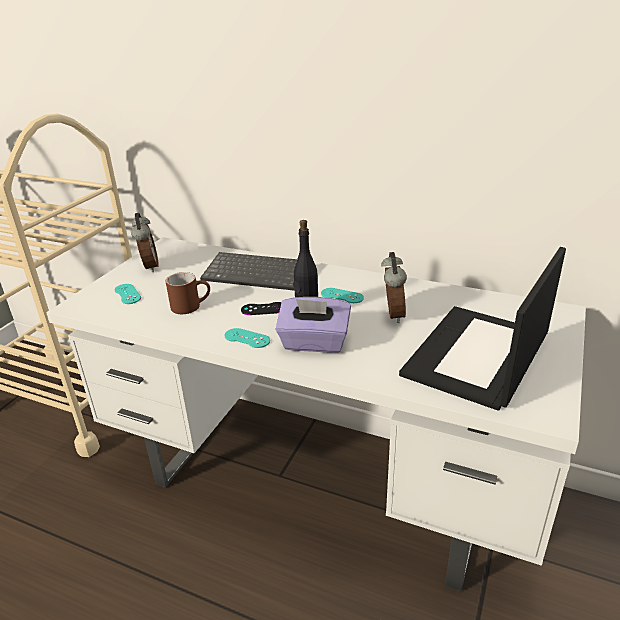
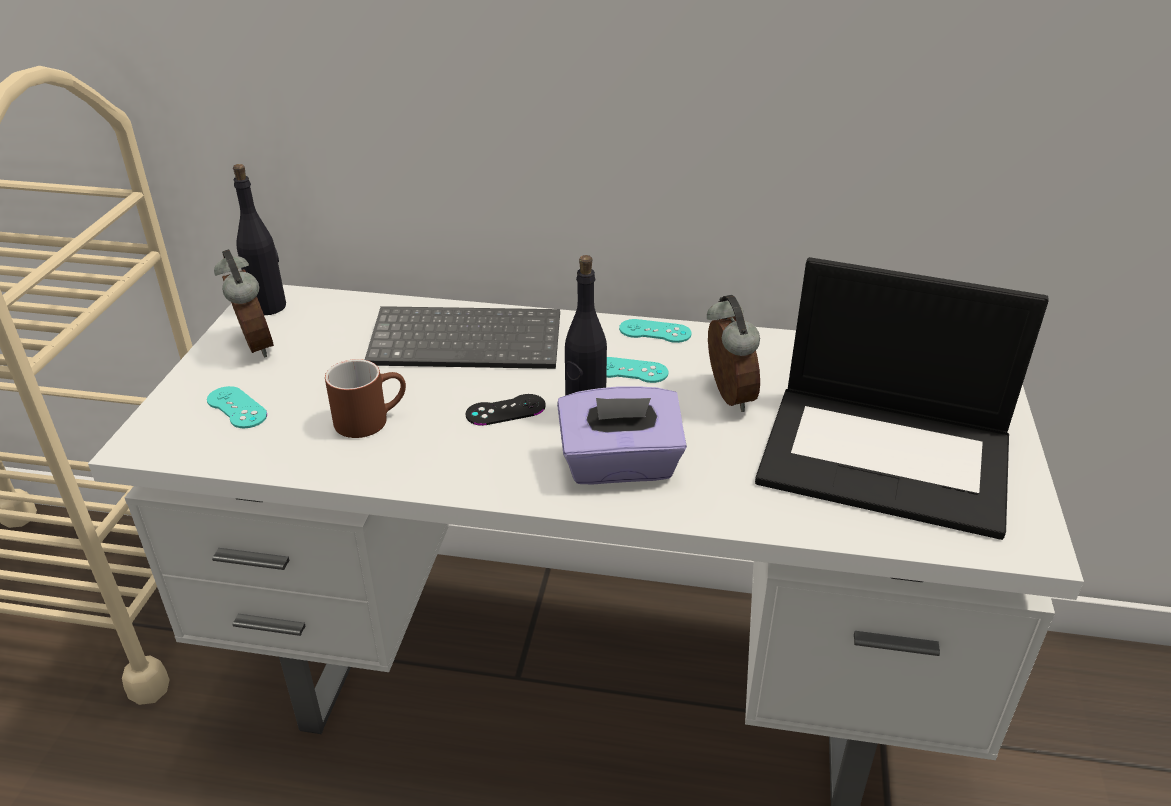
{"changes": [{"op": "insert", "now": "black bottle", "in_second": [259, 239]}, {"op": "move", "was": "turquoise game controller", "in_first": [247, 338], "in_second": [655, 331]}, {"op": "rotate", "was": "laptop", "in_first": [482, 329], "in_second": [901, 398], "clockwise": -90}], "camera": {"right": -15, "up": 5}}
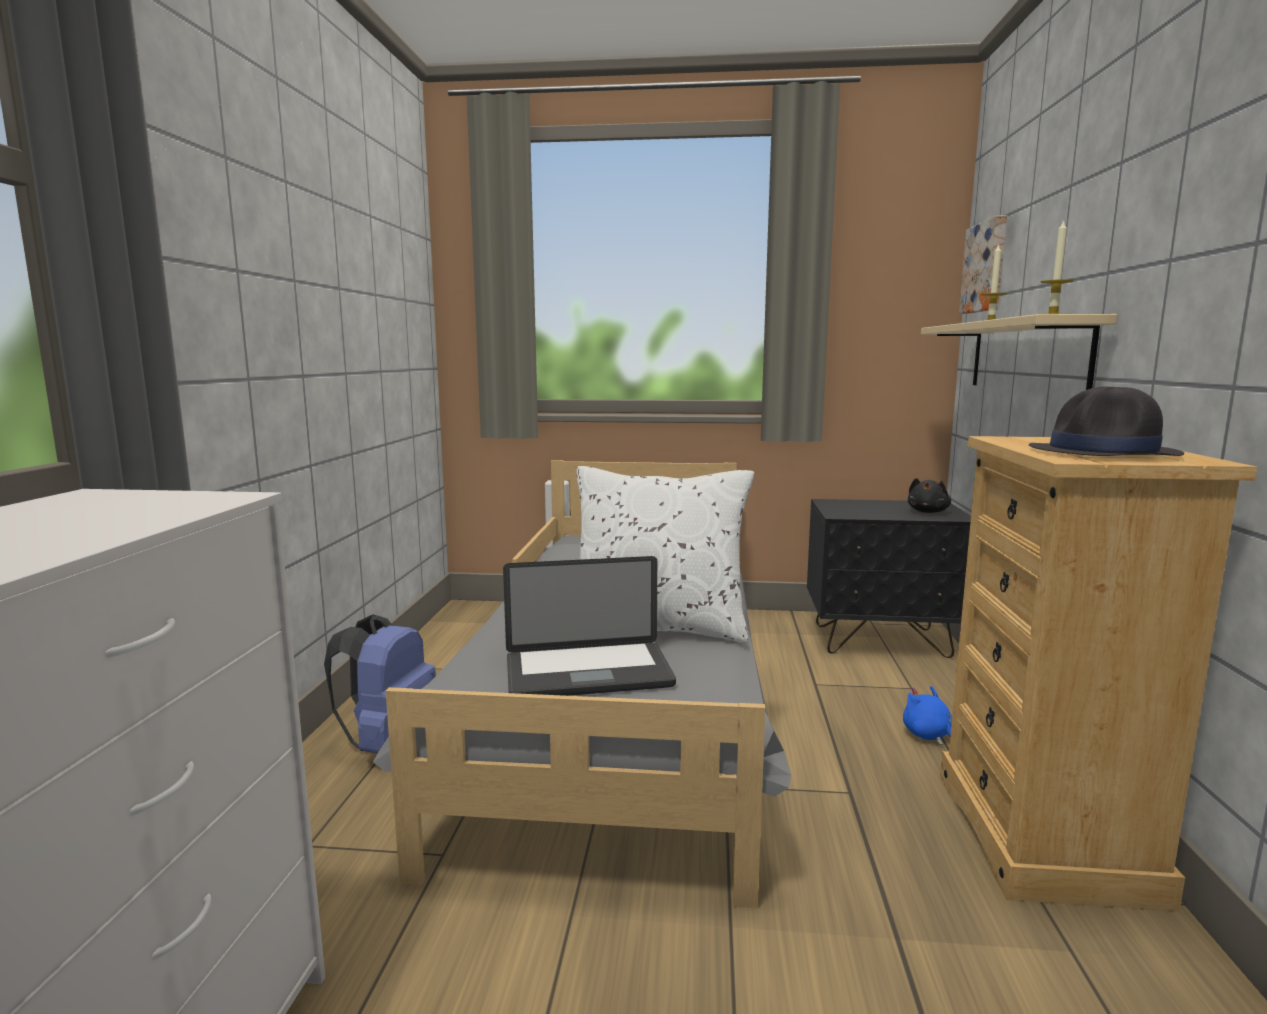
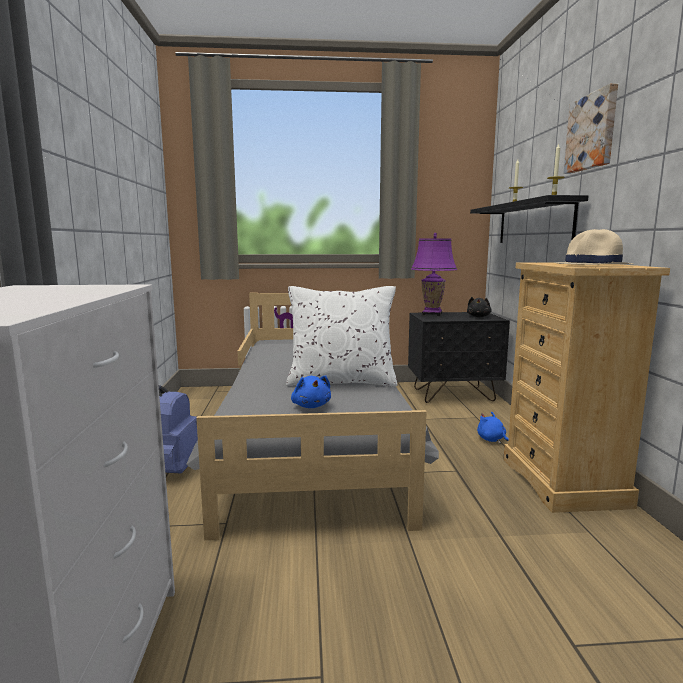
{"changes": [{"op": "replace", "was": "laptop", "now": "blue plush toy", "in_first": [589, 626], "in_second": [311, 392]}, {"op": "insert", "now": "purple table lamp", "in_second": [434, 274]}, {"op": "recolor", "was": "beige shelf", "now": "black shelf", "in_first": [1019, 352], "in_second": [529, 219]}, {"op": "recolor", "was": "black hat", "now": "beige hat", "in_first": [1106, 421], "in_second": [594, 247]}, {"op": "move", "was": "picture", "in_first": [983, 264], "in_second": [591, 128]}], "camera": {"right": -10, "up": 0}}
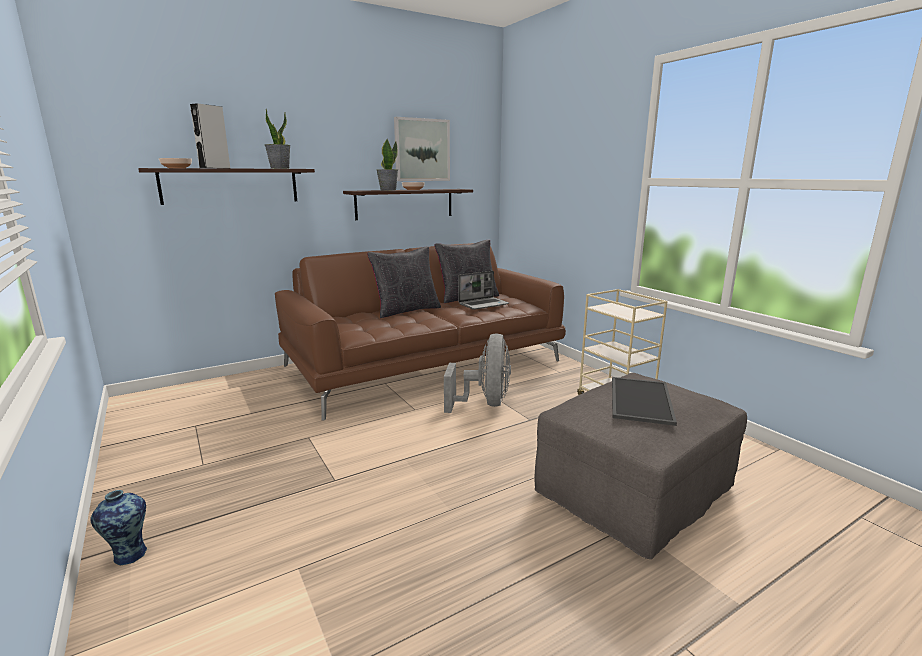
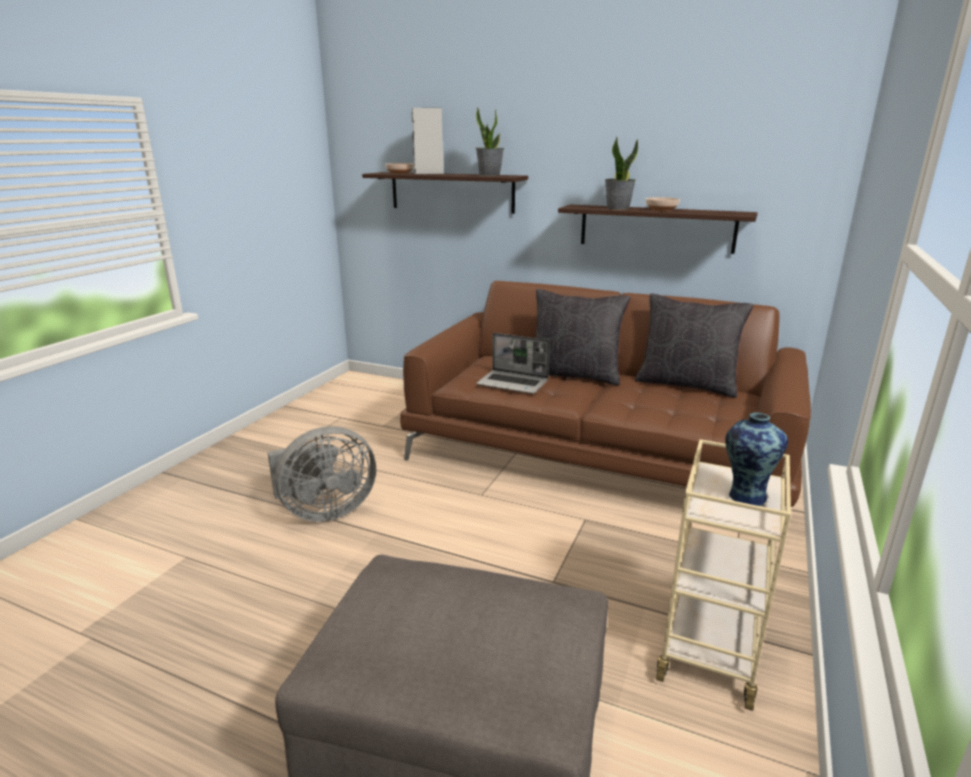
{"changes": [{"op": "move", "was": "grey fan", "in_first": [477, 373], "in_second": [321, 474]}, {"op": "move", "was": "laptop", "in_first": [483, 290], "in_second": [513, 363]}, {"op": "move", "was": "vase", "in_first": [119, 527], "in_second": [756, 459]}, {"op": "delete", "was": "picture", "in_first": [422, 149]}, {"op": "delete", "was": "tray", "in_first": [644, 401]}], "camera": {"right": 55, "up": 5}}
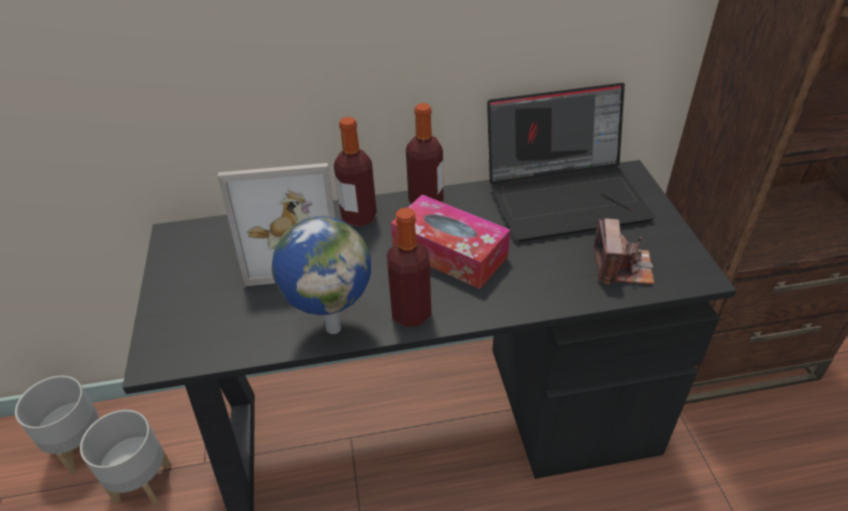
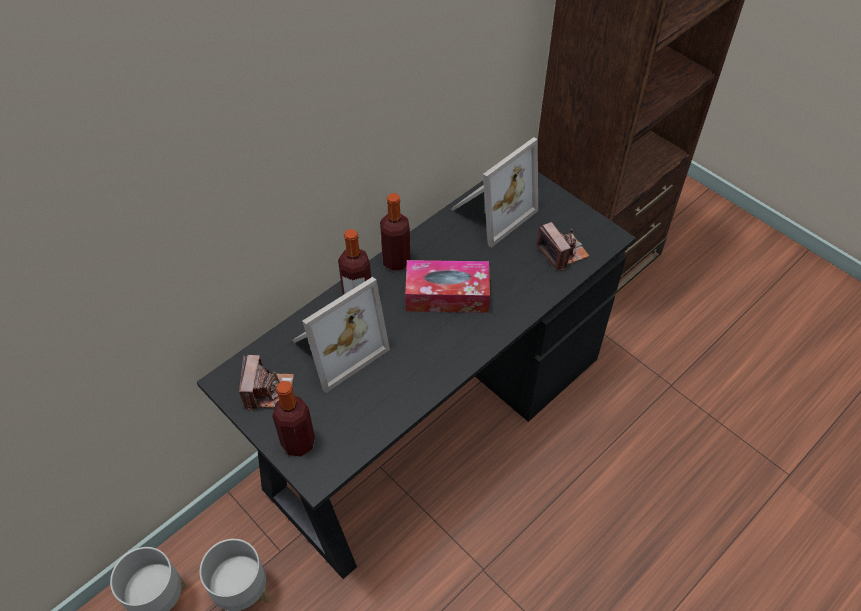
{"changes": [{"op": "insert", "now": "photo camera", "in_second": [266, 383]}, {"op": "move", "was": "bottle", "in_first": [409, 267], "in_second": [293, 419]}, {"op": "replace", "was": "laptop", "now": "picture frame", "in_first": [571, 162], "in_second": [494, 192]}, {"op": "delete", "was": "globe", "in_first": [321, 275]}], "camera": {"right": -35, "up": 10}}
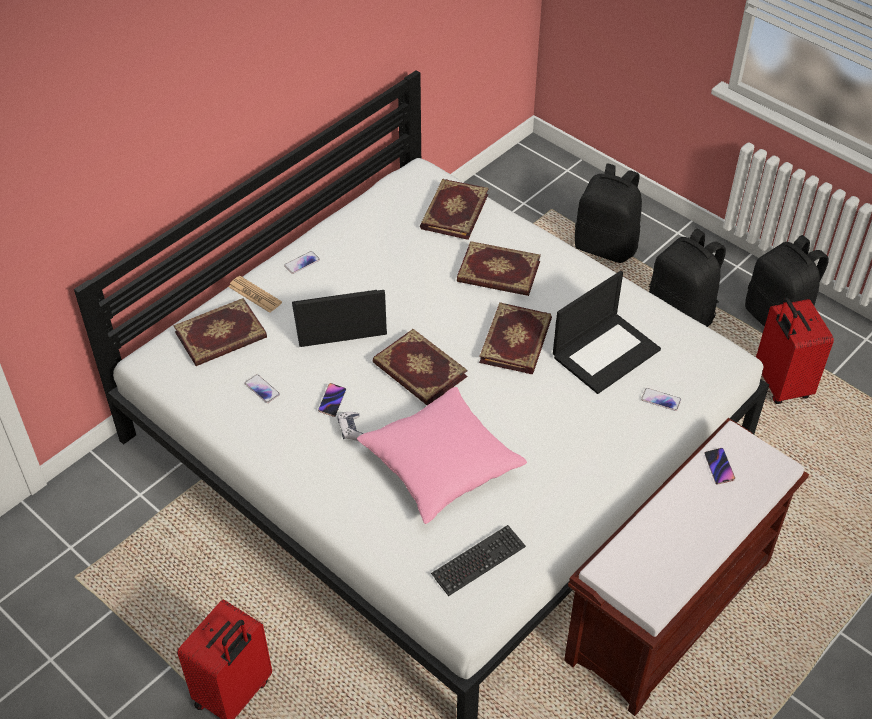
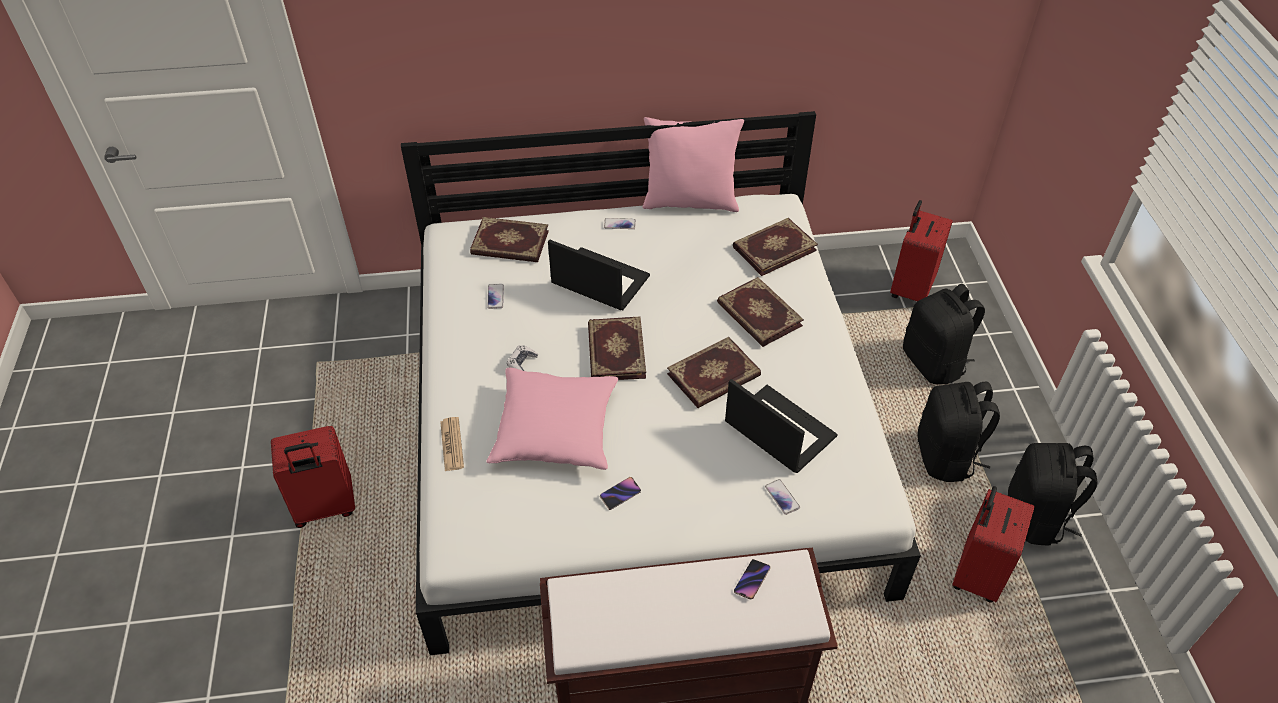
{"changes": [{"op": "move", "was": "newspaper", "in_first": [255, 294], "in_second": [452, 444]}, {"op": "move", "was": "phone", "in_first": [332, 400], "in_second": [620, 493]}, {"op": "insert", "now": "pink pillow", "in_second": [693, 164]}, {"op": "rotate", "was": "laptop", "in_first": [607, 332], "in_second": [781, 426], "clockwise": -135}, {"op": "insert", "now": "red suitcase", "in_second": [921, 250]}, {"op": "delete", "was": "keyboard", "in_first": [478, 560]}], "camera": {"right": 40, "up": 0}}
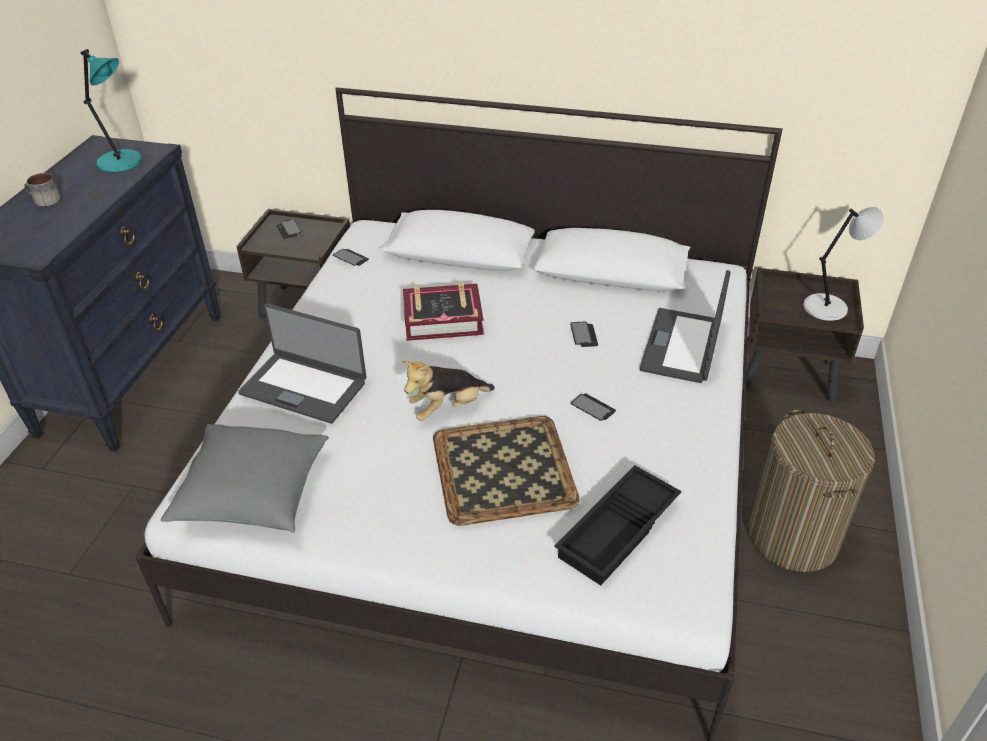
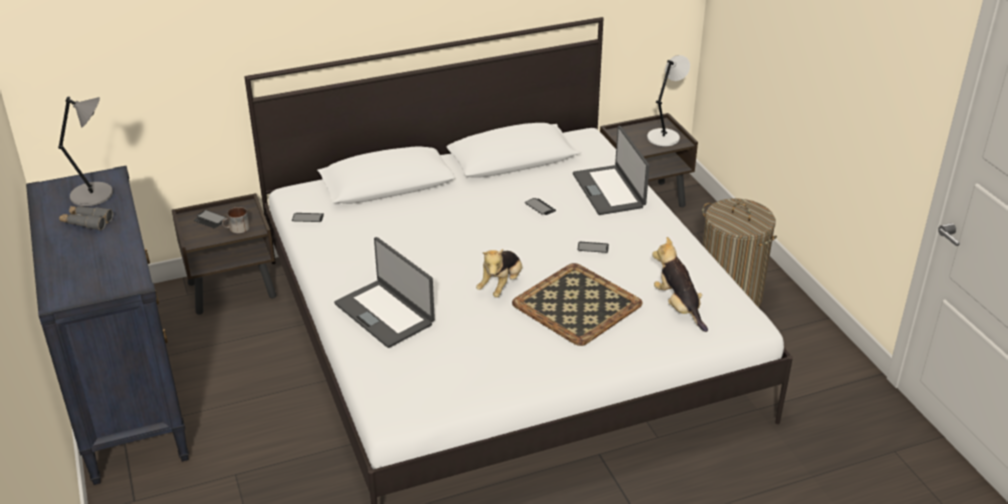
{"changes": [{"op": "recolor", "was": "turquoise table lamp", "now": "grey table lamp", "in_first": [110, 110], "in_second": [85, 151]}, {"op": "insert", "now": "grey binoculars", "in_second": [86, 218]}, {"op": "move", "was": "mug", "in_first": [42, 189], "in_second": [235, 220]}, {"op": "rotate", "was": "laptop", "in_first": [302, 363], "in_second": [384, 292], "clockwise": 60}, {"op": "replace", "was": "black tray", "now": "plush toy", "in_first": [617, 525], "in_second": [680, 284]}, {"op": "delete", "was": "grey pillow", "in_first": [244, 478]}, {"op": "delete", "was": "book", "in_first": [443, 312]}], "camera": {"right": -35, "up": -5}}
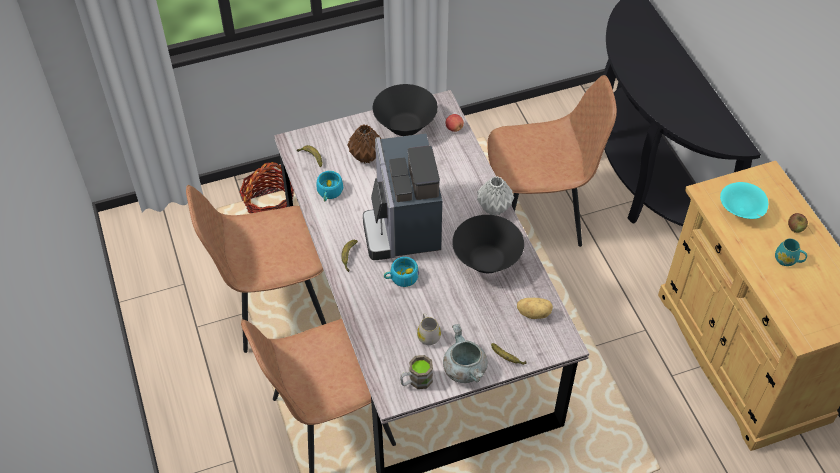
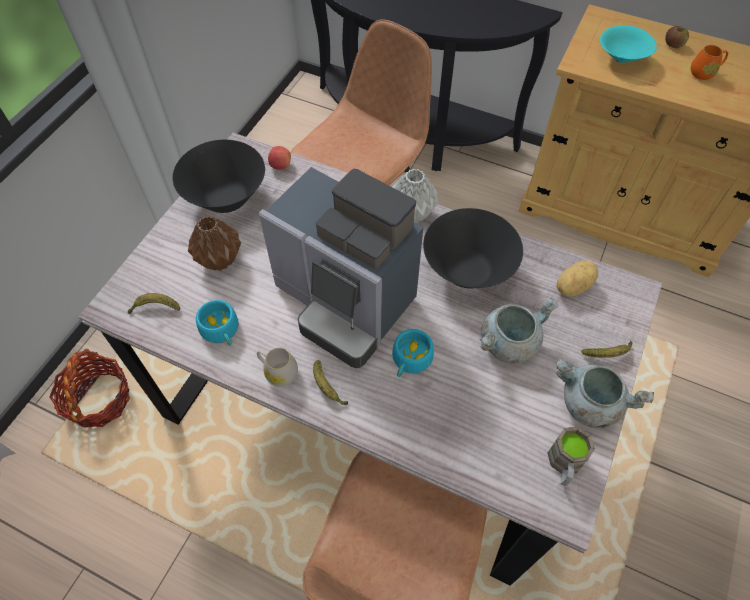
{"changes": [{"op": "move", "was": "white mug", "in_first": [429, 329], "in_second": [277, 367]}, {"op": "insert", "now": "grey cooking pot", "in_second": [519, 331]}, {"op": "recolor", "was": "turquoise mug", "now": "orange mug", "in_first": [791, 252], "in_second": [709, 62]}, {"op": "delete", "was": "brown chair", "in_first": [256, 269]}], "camera": {"right": -45, "up": 5}}
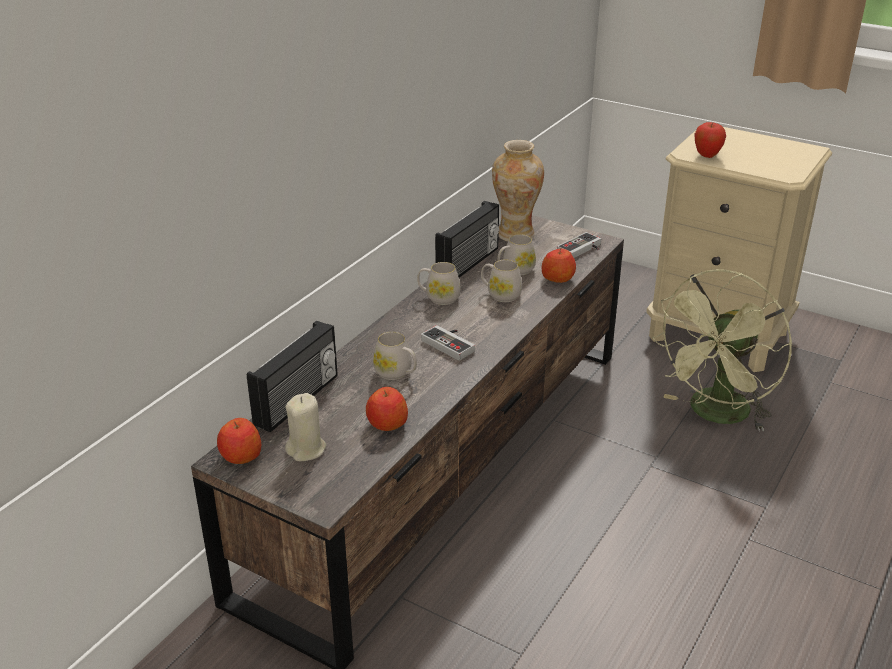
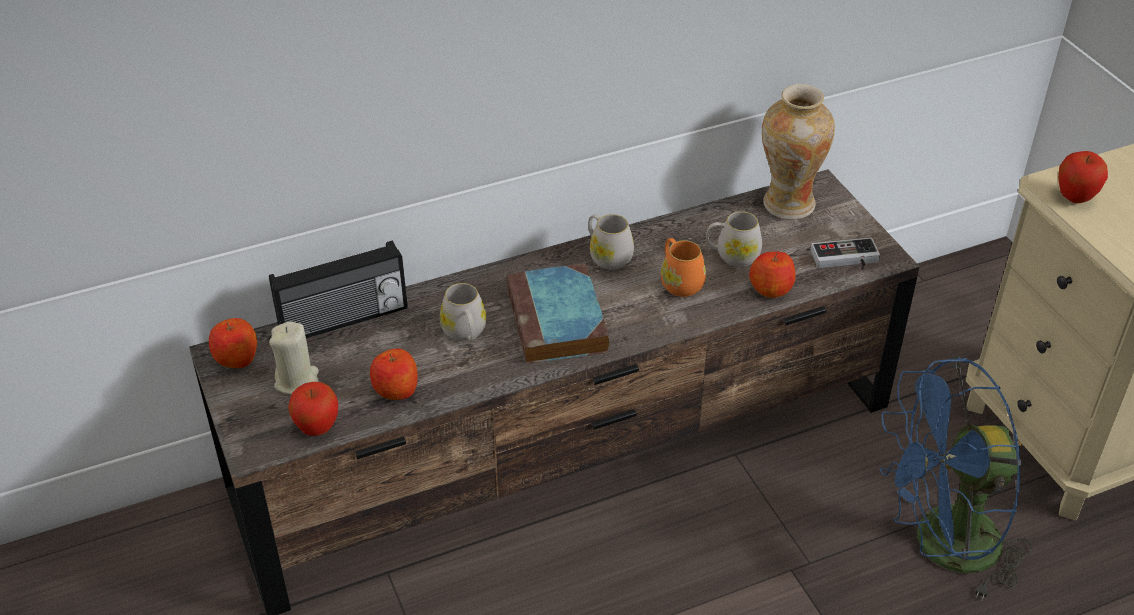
{"changes": [{"op": "insert", "now": "apple", "in_second": [313, 409]}, {"op": "replace", "was": "game controller", "now": "book", "in_first": [448, 343], "in_second": [558, 313]}, {"op": "recolor", "was": "white mug", "now": "orange mug", "in_first": [501, 281], "in_second": [683, 267]}, {"op": "recolor", "was": "green fan", "now": "blue fan", "in_first": [722, 350], "in_second": [955, 478]}, {"op": "delete", "was": "radio", "in_first": [467, 239]}], "camera": {"right": 35, "up": 10}}
